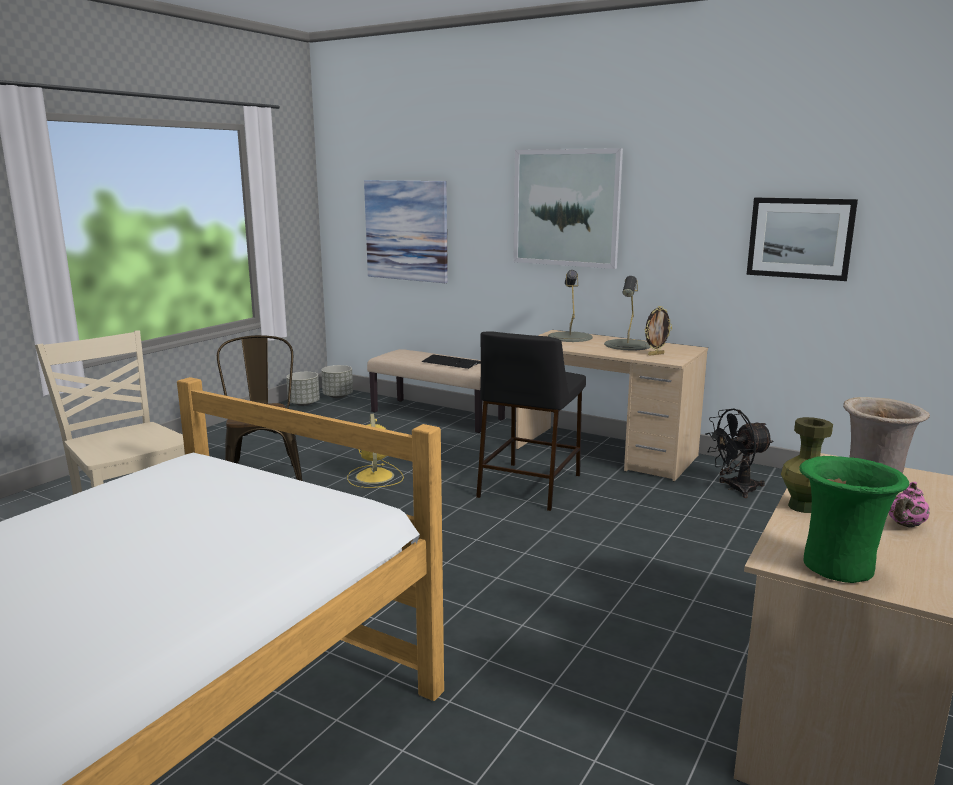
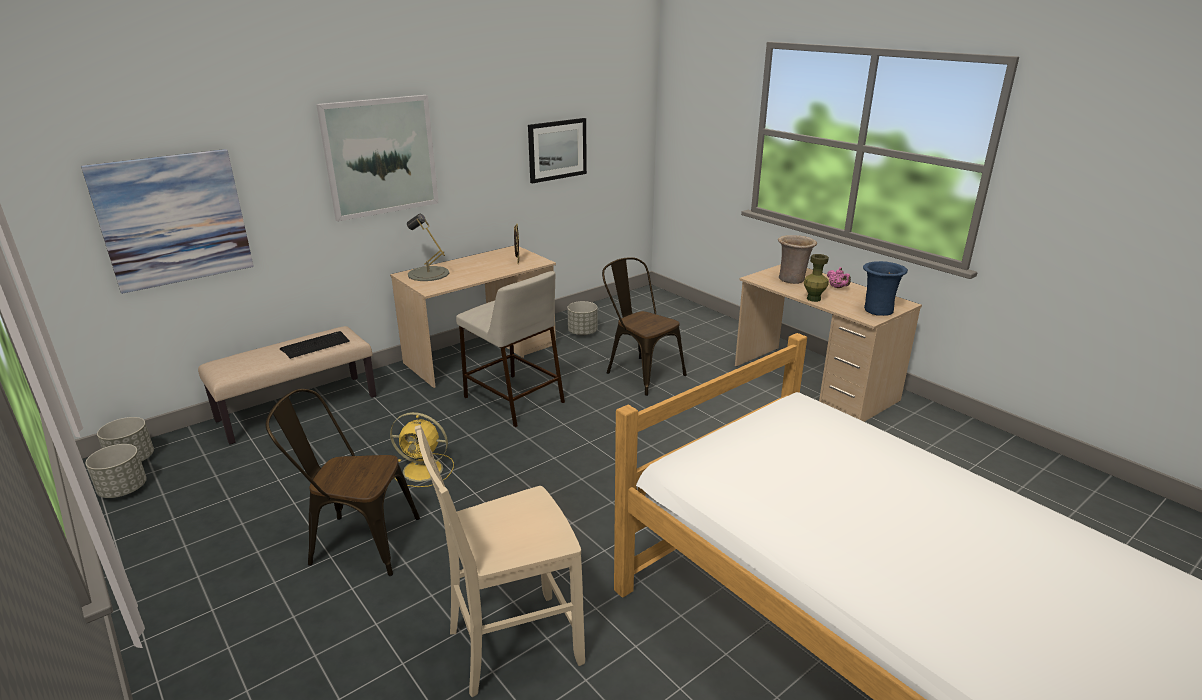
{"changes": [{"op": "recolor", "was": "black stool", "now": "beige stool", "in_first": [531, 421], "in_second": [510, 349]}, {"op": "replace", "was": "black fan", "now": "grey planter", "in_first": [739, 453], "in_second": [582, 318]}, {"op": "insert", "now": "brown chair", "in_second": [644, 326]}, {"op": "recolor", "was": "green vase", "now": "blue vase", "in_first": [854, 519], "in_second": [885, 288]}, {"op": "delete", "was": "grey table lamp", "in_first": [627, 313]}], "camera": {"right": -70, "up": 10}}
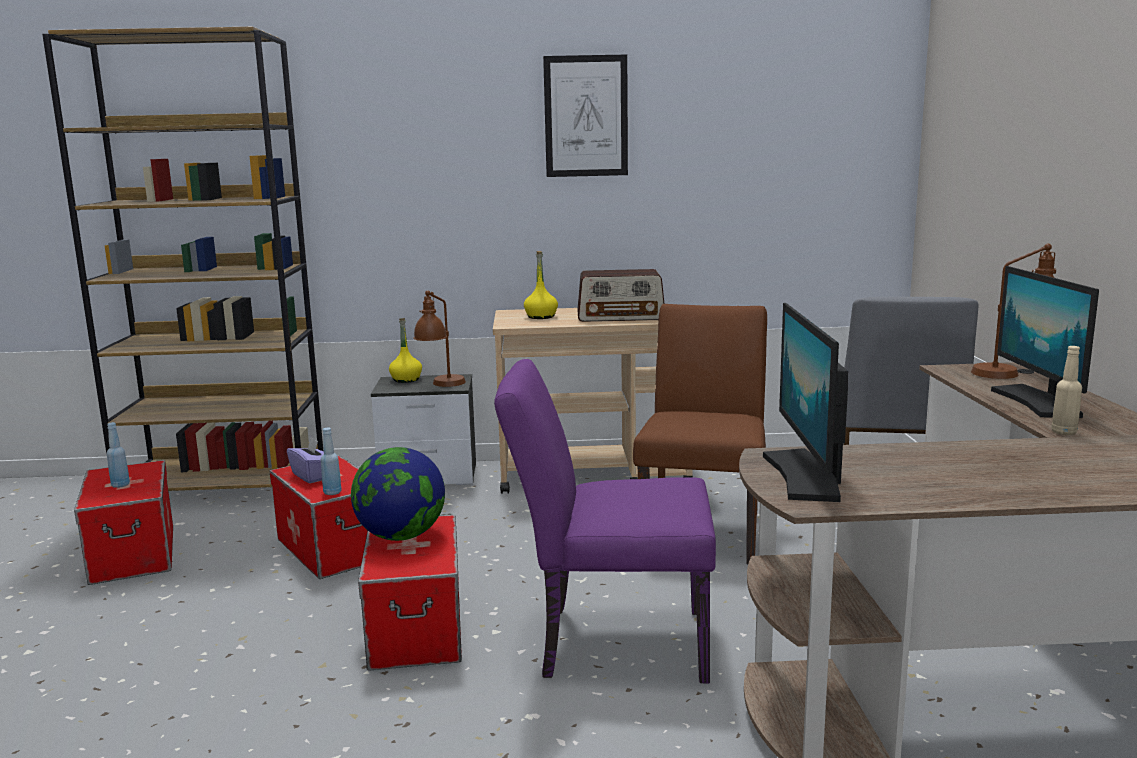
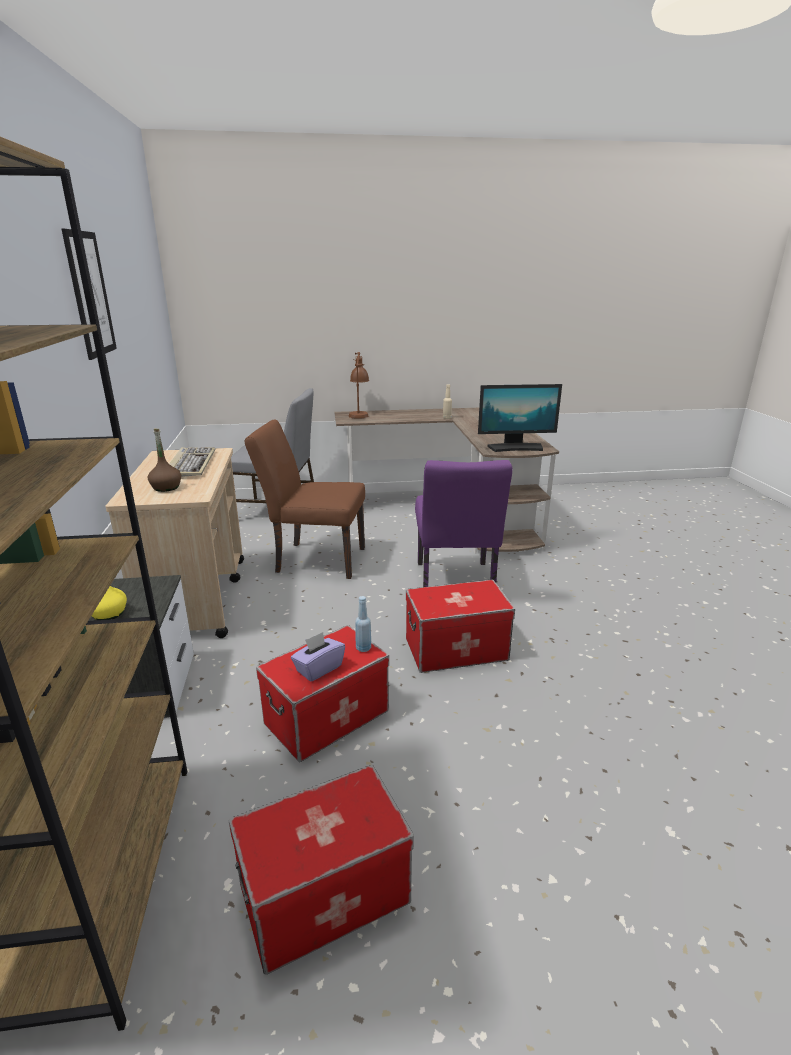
{"changes": [{"op": "recolor", "was": "yellow bottle", "now": "brown bottle", "in_first": [541, 285], "in_second": [164, 460]}, {"op": "replace", "was": "radio", "now": "keyboard", "in_first": [620, 295], "in_second": [193, 462]}, {"op": "delete", "was": "blue bottle", "in_first": [118, 455]}, {"op": "delete", "was": "globe", "in_first": [398, 494]}, {"op": "delete", "was": "brown table lamp", "in_first": [439, 338]}, {"op": "delete", "was": "monitor", "in_first": [1045, 342]}], "camera": {"right": -95, "up": 10}}
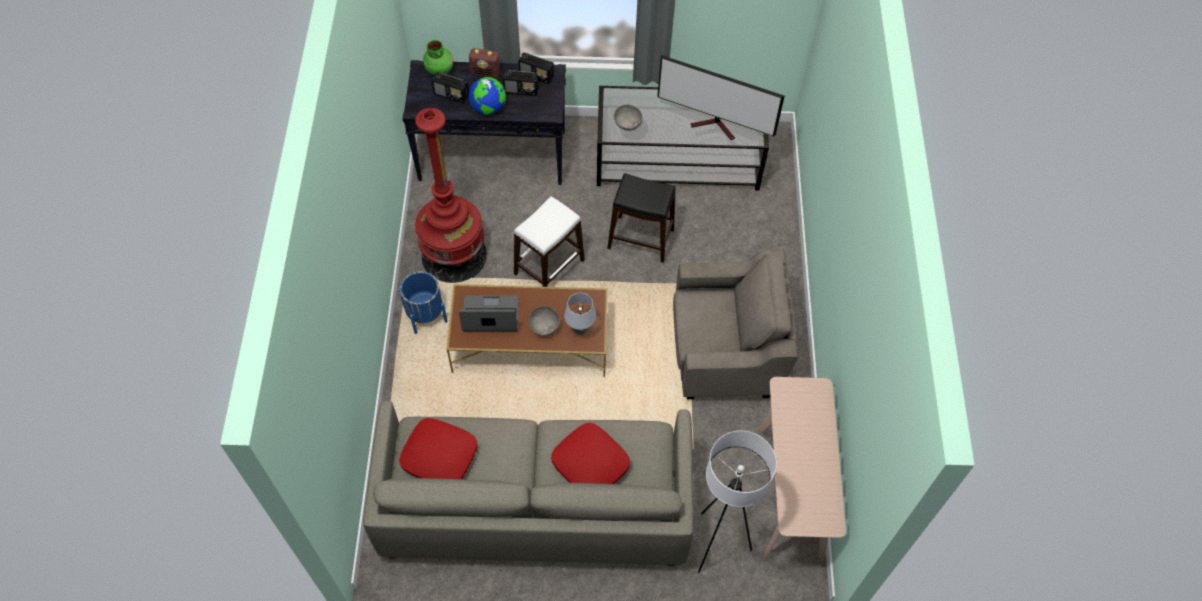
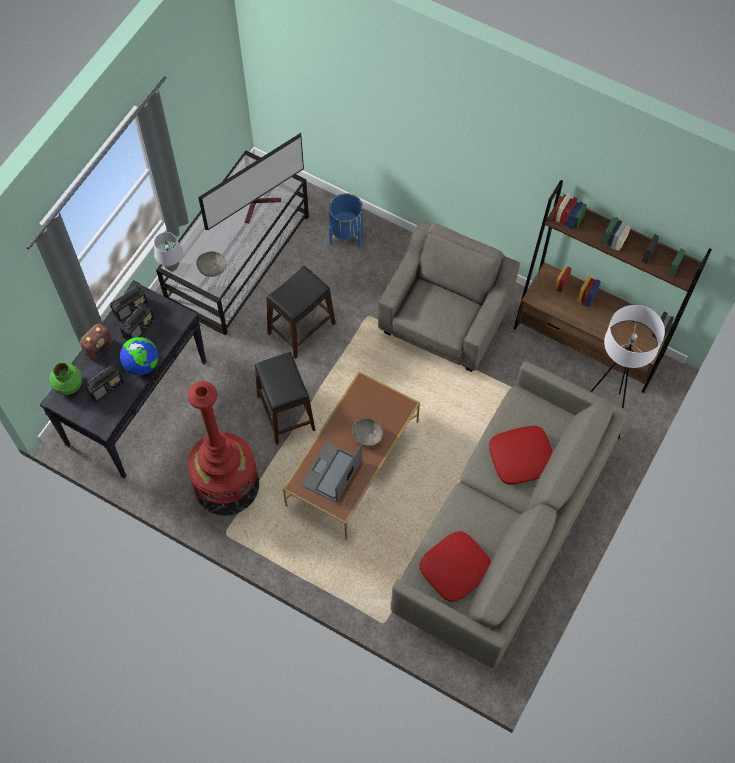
{"changes": [{"op": "move", "was": "grey table lamp", "in_first": [580, 314], "in_second": [168, 251]}, {"op": "recolor", "was": "white stool", "now": "black stool", "in_first": [549, 241], "in_second": [285, 398]}, {"op": "move", "was": "blue planter", "in_first": [423, 302], "in_second": [346, 220]}, {"op": "replace", "was": "beige console table", "now": "brown bookcase", "in_first": [801, 469], "in_second": [612, 286]}], "camera": {"right": -60, "up": 5}}
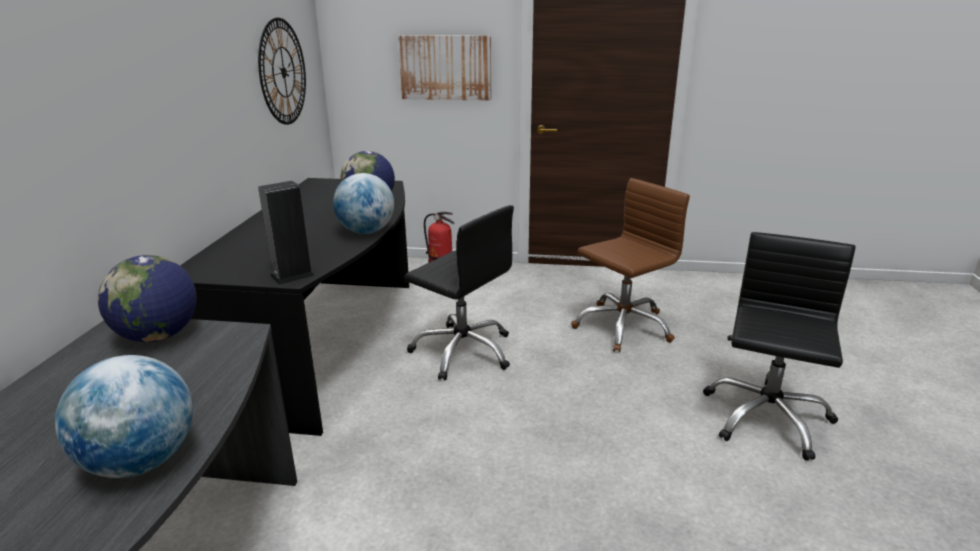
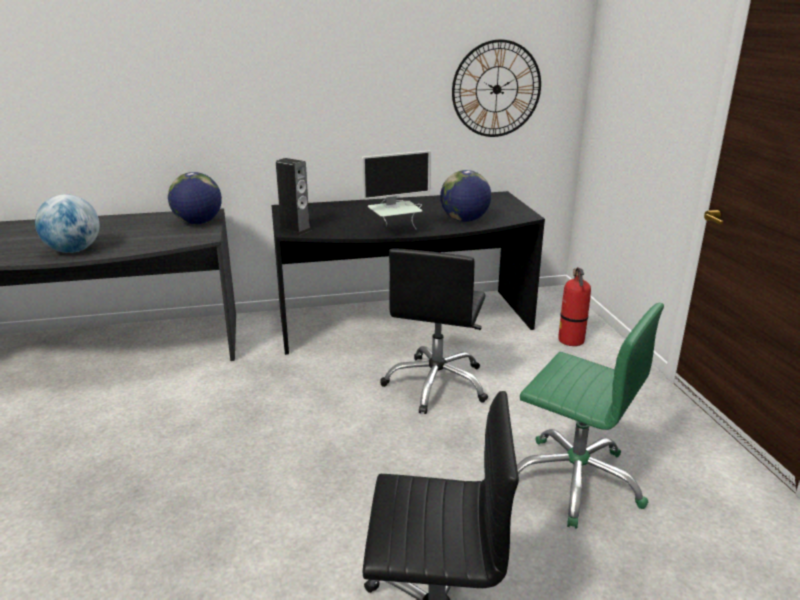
{"changes": [{"op": "replace", "was": "globe", "now": "monitor", "in_first": [363, 203], "in_second": [396, 190]}, {"op": "recolor", "was": "brown office chair", "now": "green office chair", "in_first": [630, 265], "in_second": [590, 416]}, {"op": "delete", "was": "picture", "in_first": [444, 68]}], "camera": {"right": 70, "up": 0}}
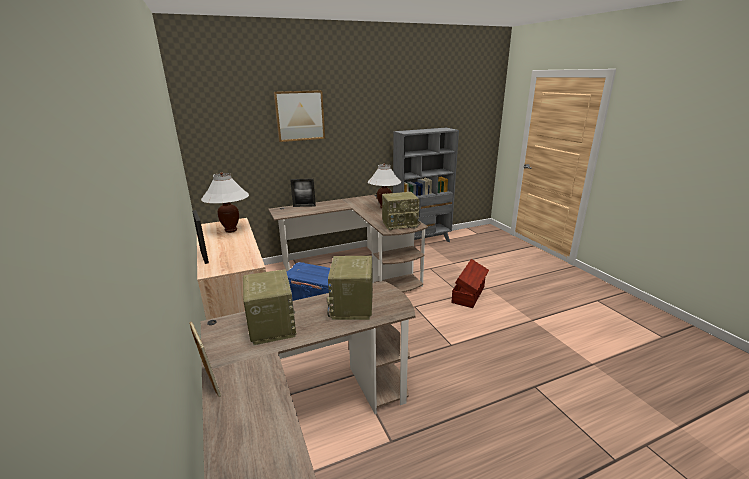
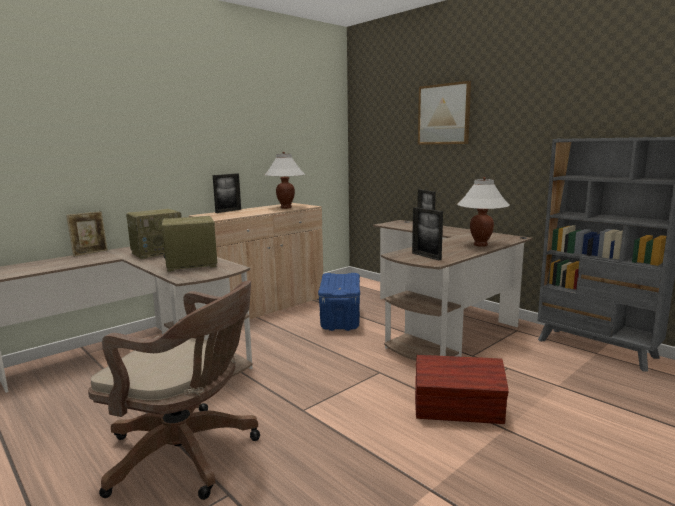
{"changes": [{"op": "insert", "now": "brown office chair", "in_second": [174, 390]}, {"op": "replace", "was": "radio", "now": "picture frame", "in_first": [401, 211], "in_second": [427, 234]}], "camera": {"right": 70, "up": -10}}
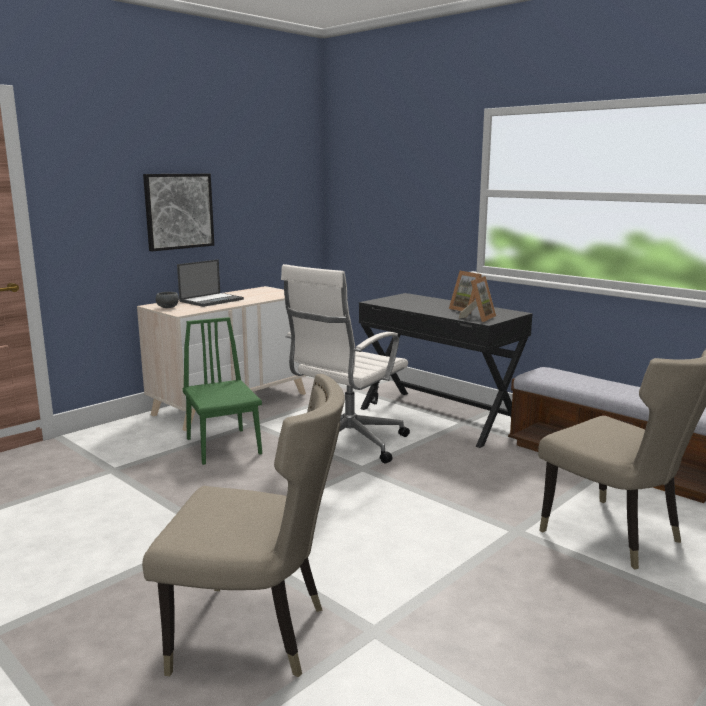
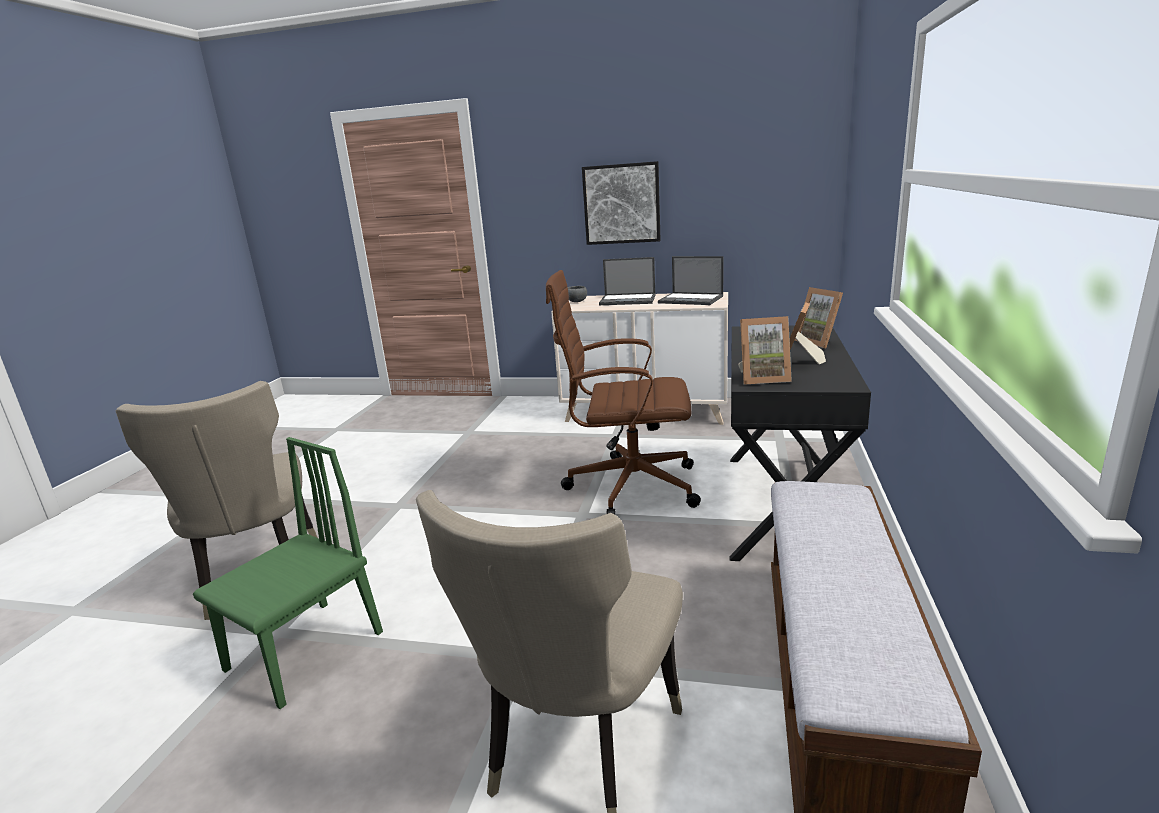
{"changes": [{"op": "move", "was": "green chair", "in_first": [222, 391], "in_second": [288, 573]}, {"op": "recolor", "was": "white office chair", "now": "brown office chair", "in_first": [345, 364], "in_second": [623, 392]}, {"op": "insert", "now": "laptop", "in_second": [691, 280]}, {"op": "insert", "now": "picture frame", "in_second": [818, 317]}], "camera": {"right": 60, "up": 5}}
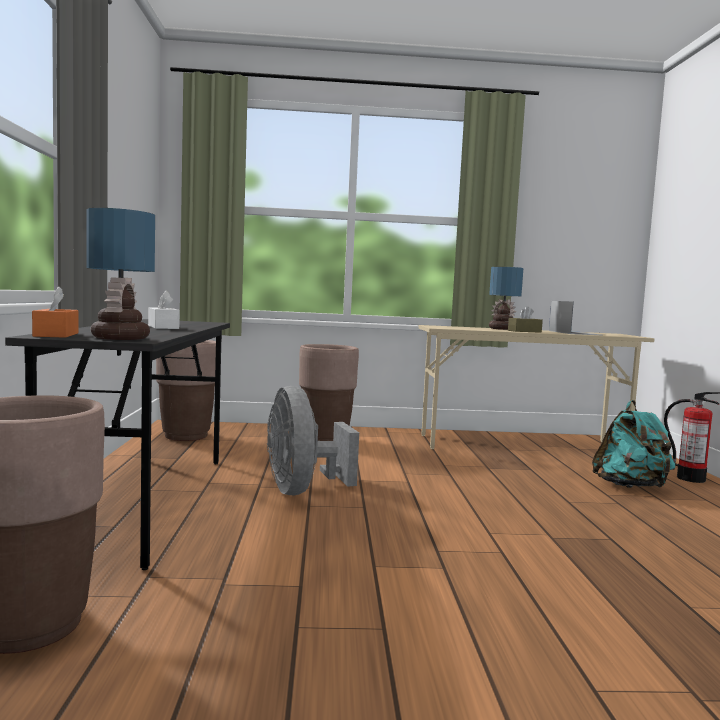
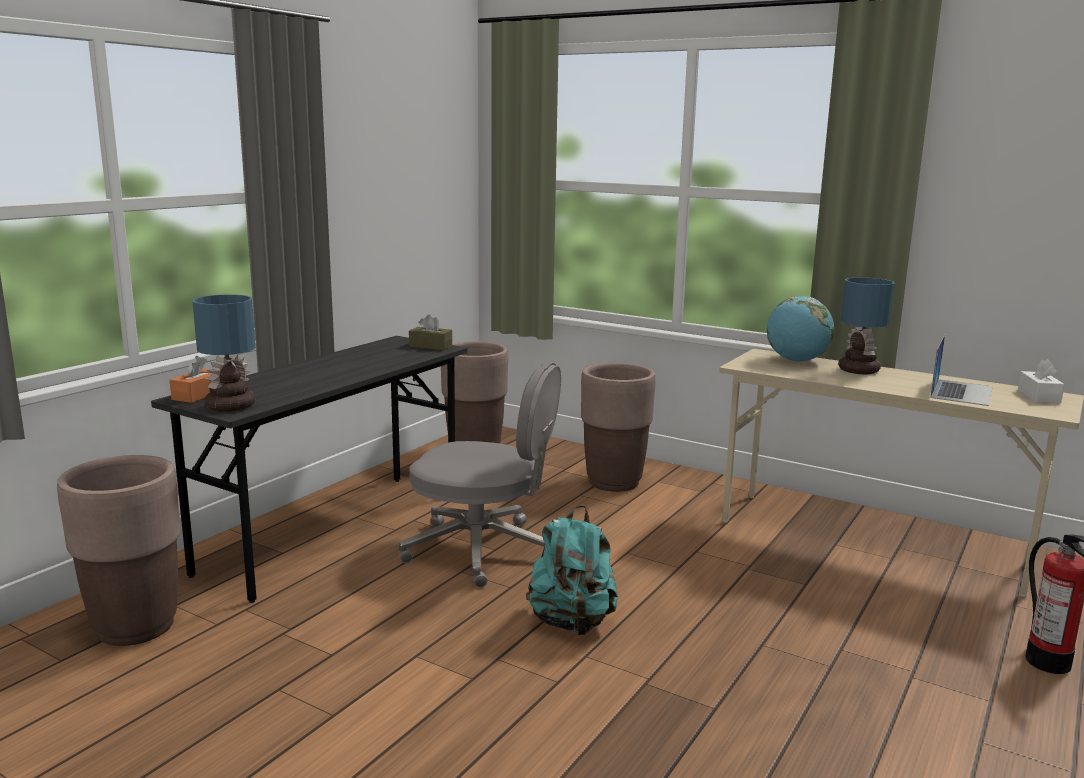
{"changes": [{"op": "replace", "was": "grey fan", "now": "grey office chair", "in_first": [313, 440], "in_second": [480, 475]}, {"op": "move", "was": "brown tissue box", "in_first": [525, 319], "in_second": [430, 332]}, {"op": "move", "was": "turquoise backpack", "in_first": [633, 444], "in_second": [572, 570]}, {"op": "insert", "now": "globe", "in_second": [800, 329]}, {"op": "move", "was": "white tissue box", "in_first": [164, 309], "in_second": [1041, 381]}], "camera": {"right": 35, "up": 10}}
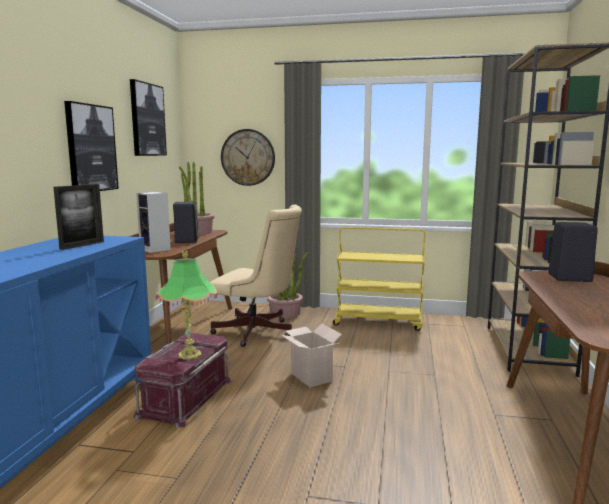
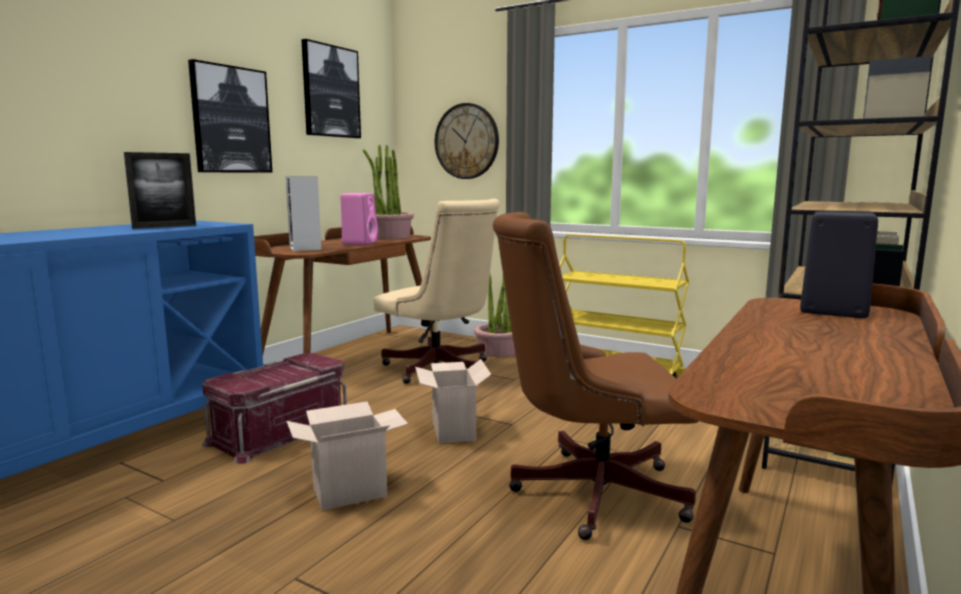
{"changes": [{"op": "insert", "now": "cardboard box", "in_second": [347, 455]}, {"op": "recolor", "was": "black speaker", "now": "pink speaker", "in_first": [185, 222], "in_second": [359, 219]}, {"op": "insert", "now": "brown office chair", "in_second": [596, 376]}, {"op": "delete", "was": "table lamp", "in_first": [186, 305]}], "camera": {"right": 20, "up": 0}}
